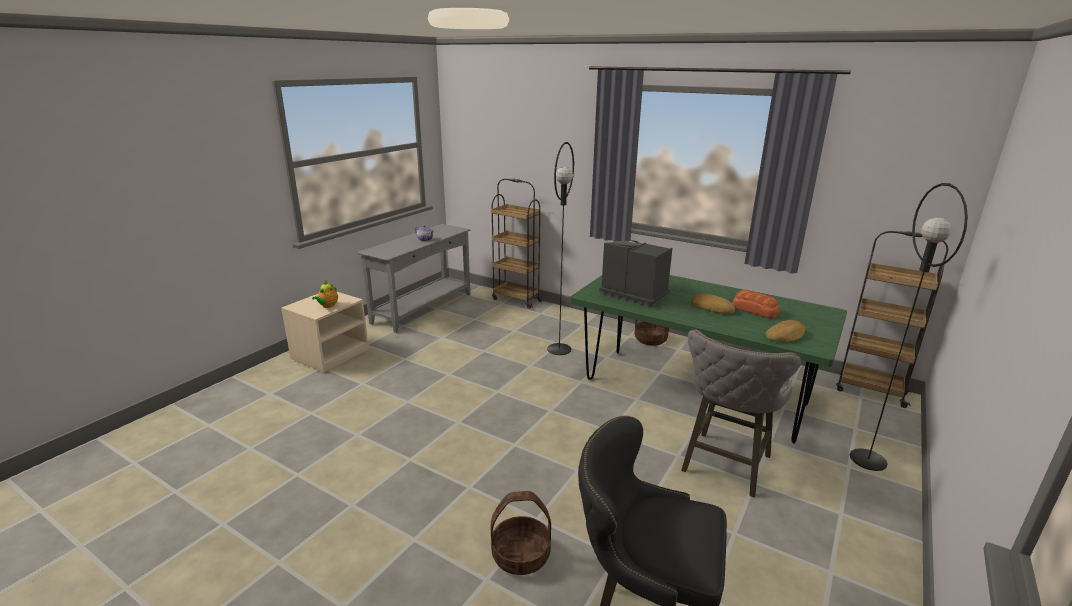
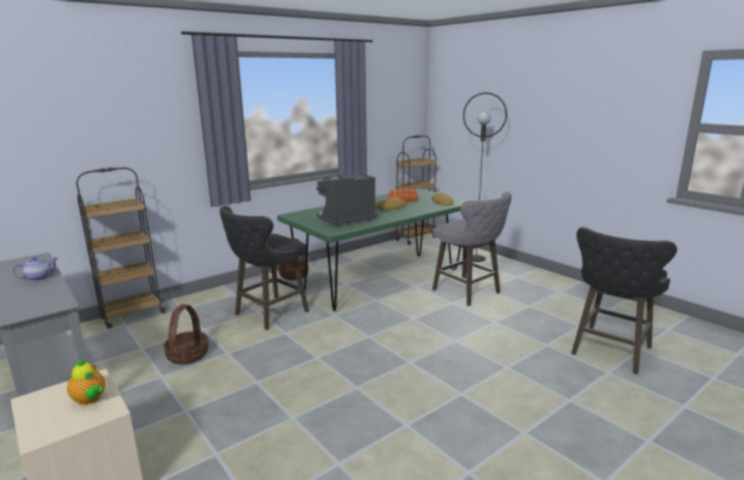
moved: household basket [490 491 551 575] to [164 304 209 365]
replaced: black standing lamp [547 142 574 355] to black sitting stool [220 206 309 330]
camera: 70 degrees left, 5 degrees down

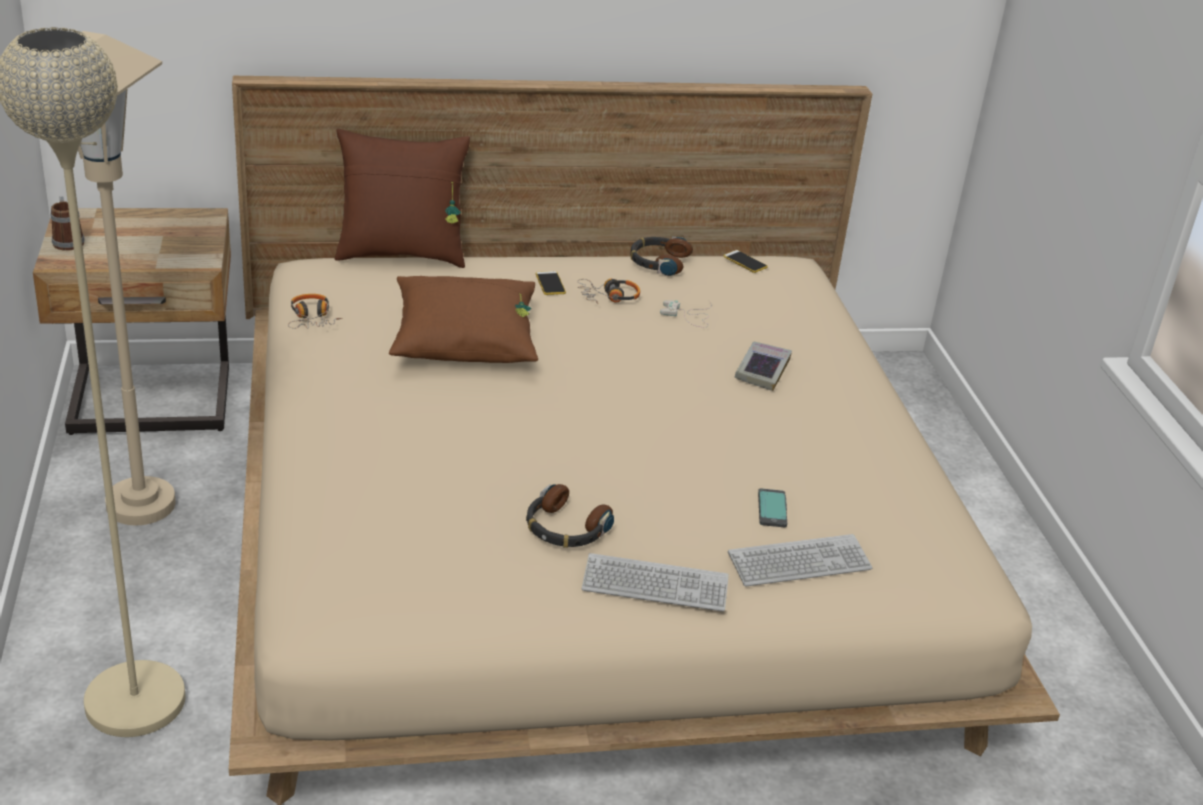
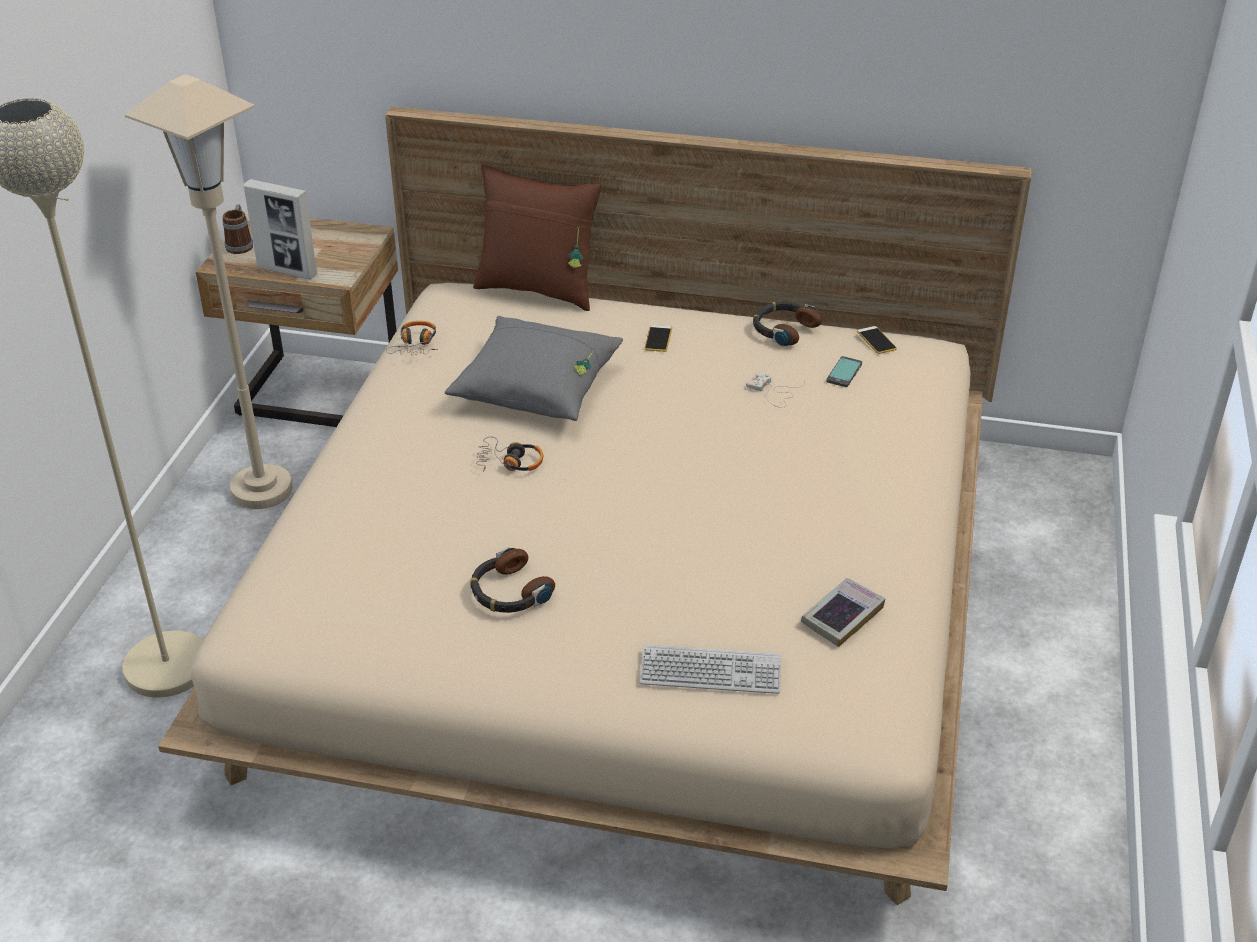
removed: keyboard [582 553 729 611]
added: picture frame [243 179 317 280]
moved: headset [577 279 640 304] to [476 437 543 471]; volume [735 342 792 391] to [801 578 885 647]; handset [758 488 787 528] to [826 356 862 387]
recoloured: brown-coloured cushion [389 276 538 363] to grey cushion [445 316 623 421]
camera: 25 degrees right, 5 degrees up

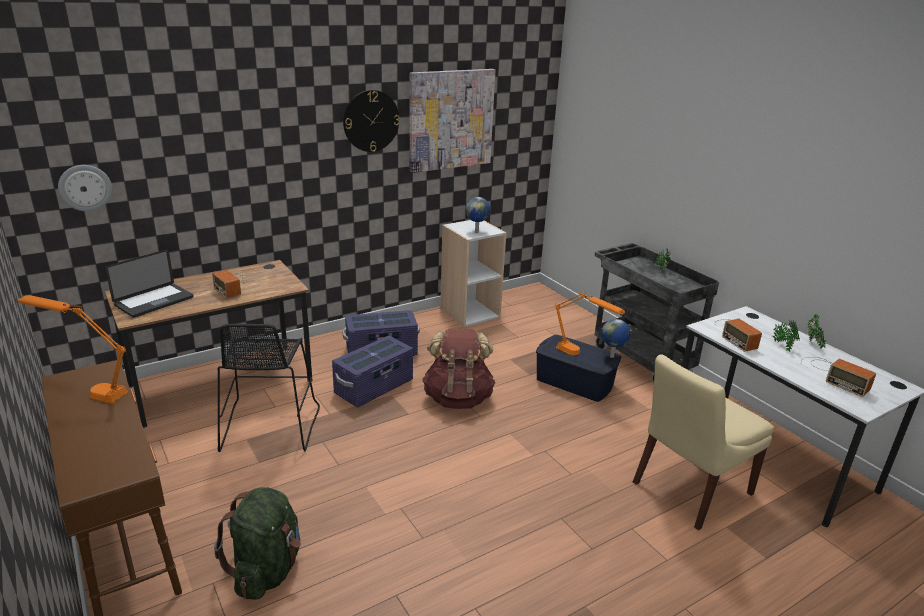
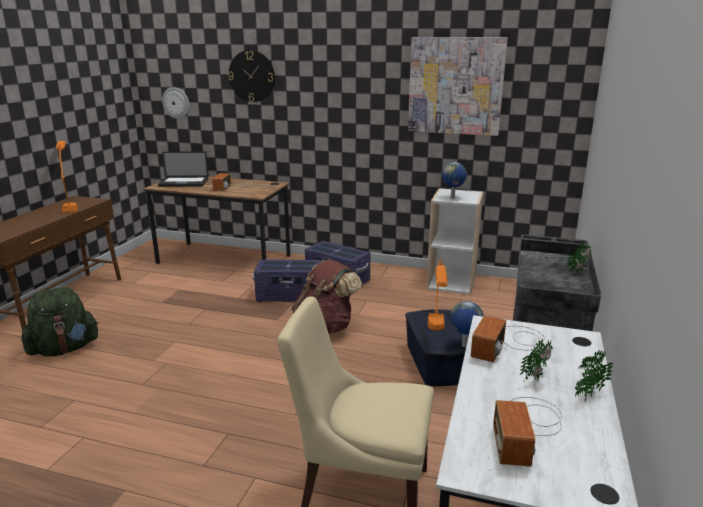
removed: black sitting stool [218 324 320 452]
moved: hanging clock [343 90 400 152] to [228 50 275 102]
camera: 50 degrees right, 5 degrees down

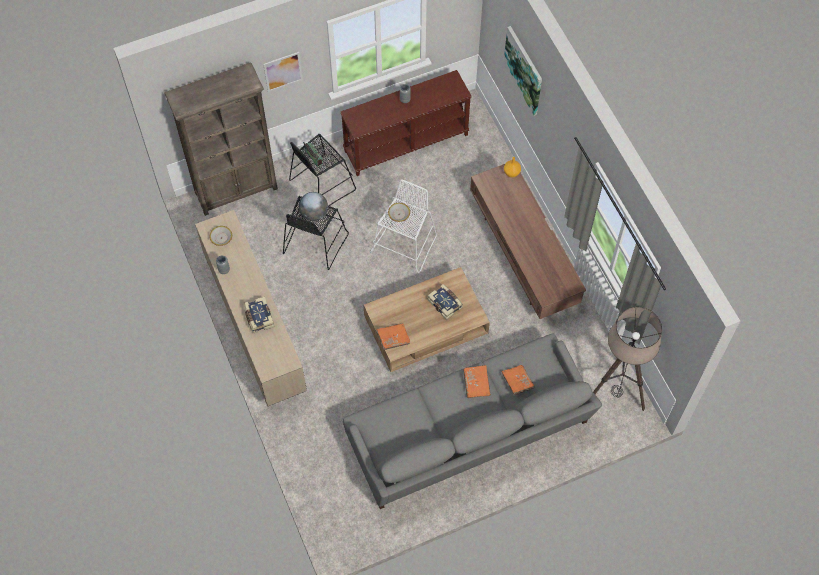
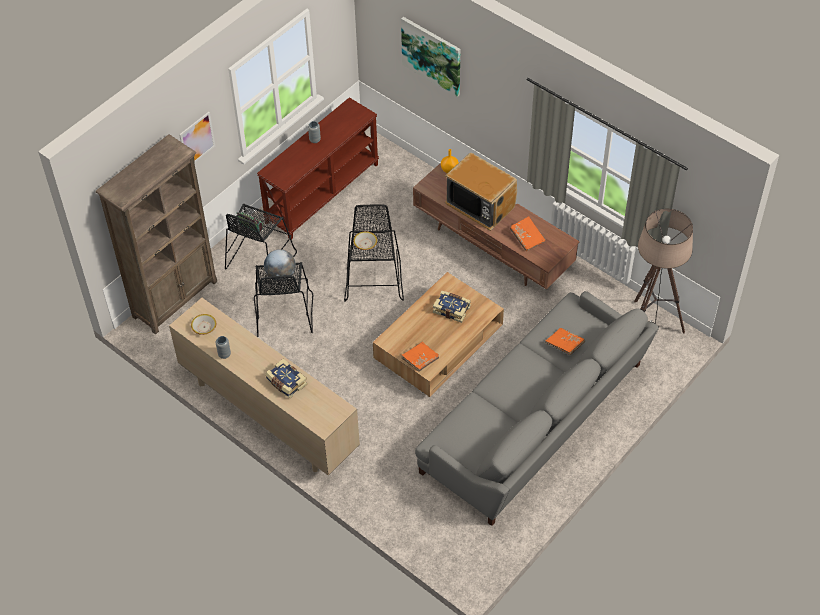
added: television [445 153 517 231]
moved: orangey volume [463 365 491 398] to [510 216 546 251]
recoloured: whitish sitting stool [370 179 437 273] to black sitting stool [344 204 404 302]
camera: 25 degrees left, 10 degrees down

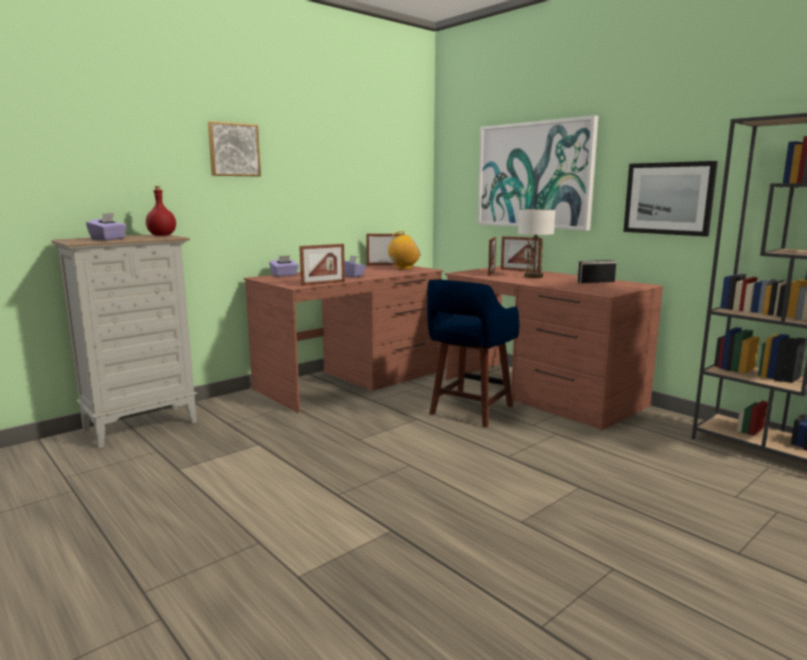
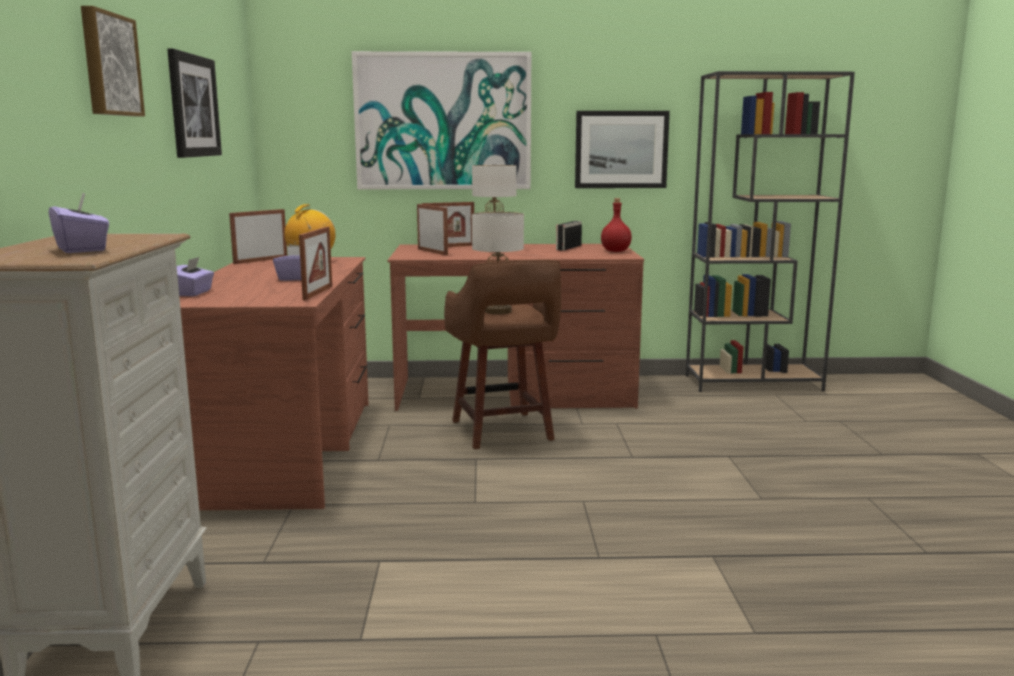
added: picture [167 48 222 158]; lamp for a table [472 212 524 315]
moved: reddish bottle [146 186 176 236] to [601 199 632 252]
recoloured: blue-coloured sitting stool [427 279 519 427] to brown-coloured sitting stool [444 260 561 449]
camera: 50 degrees left, 0 degrees up

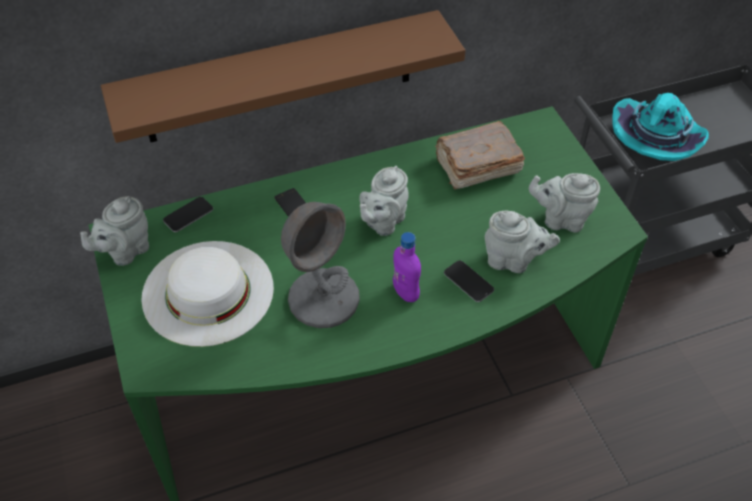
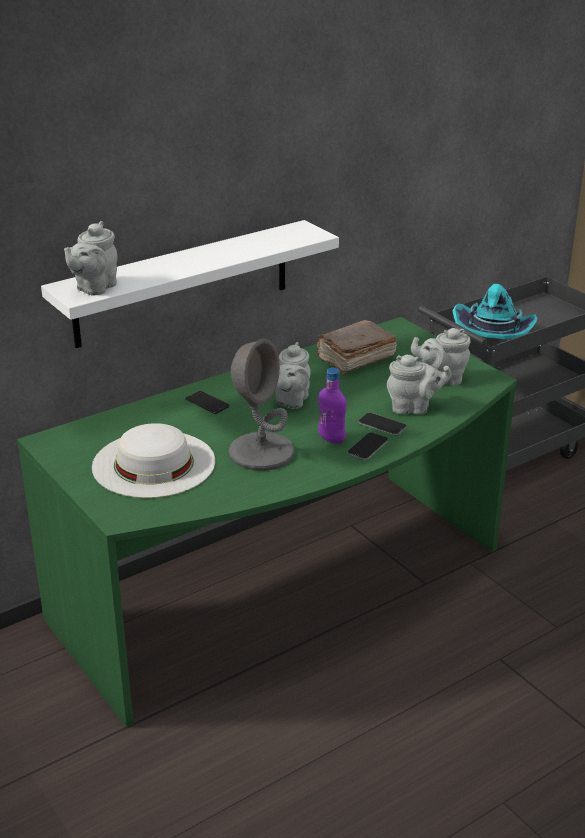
moved: grey pot for tea [80 196 149 266] to [64 221 117 295]; handset [163 197 213 232] to [347 433 388 460]
recoloured: brown-coloured bracket shelf [101 10 465 143] to whitish bracket shelf [41 220 339 348]
camera: 15 degrees left, 20 degrees down

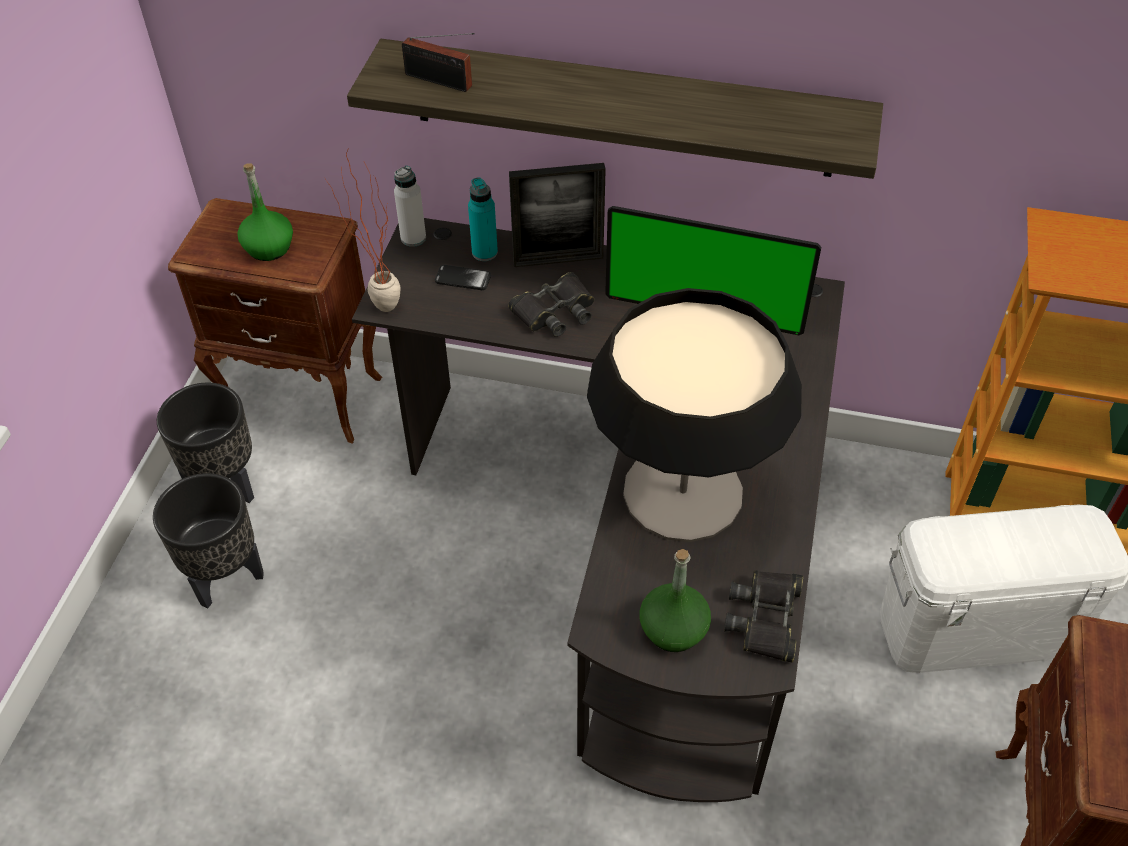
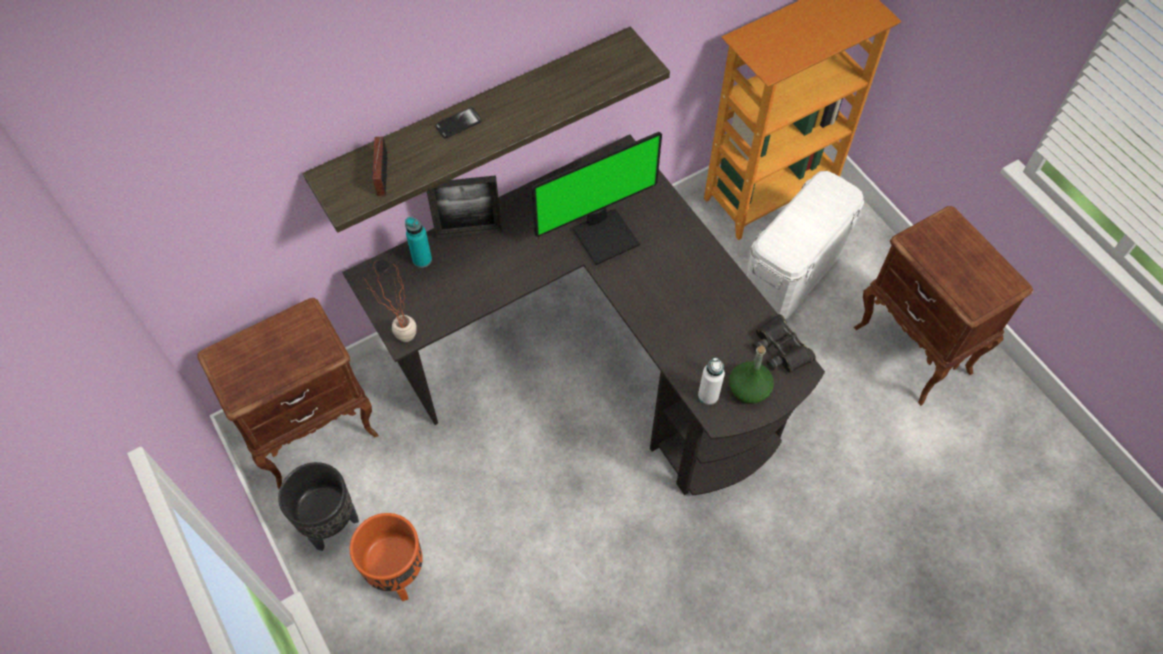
removed: green-coloured bottle [237 163 293 261]; black pair of binoculars [508 272 595 337]; lamp for a table [587 288 802 542]
moved: handset [435 265 491 290] to [436 107 482 138]; whitish bottle [394 166 426 247] to [698 358 725 405]
recoloured: black planter [153 473 264 608] to orangey planter [350 513 423 601]
turned: radio [402 33 475 92] = [372 136 388 196] 105 degrees clockwise; picture frame [509 163 606 267] = [427 175 502 239] 45 degrees clockwise
camera: 45 degrees left, 10 degrees up

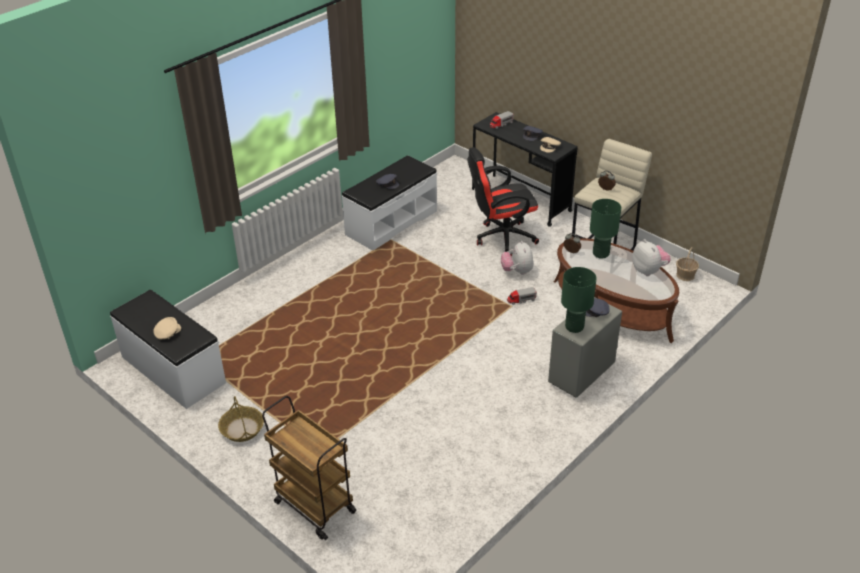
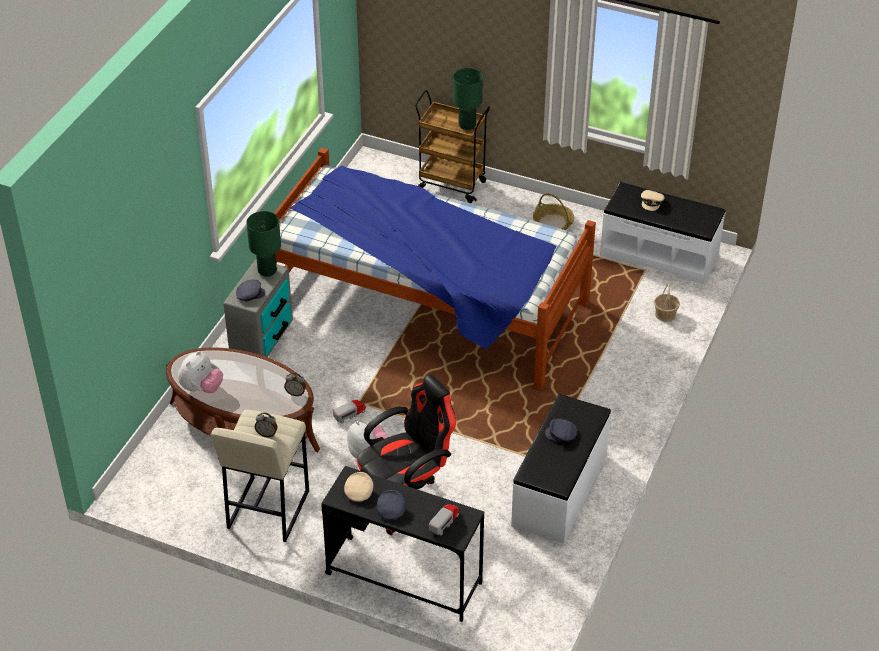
added: bed [274 148 596 390]
moved: green-coloured lamp for a table [590 199 621 259] to [453 68 483 130]; household basket [676 247 699 281] to [654 284 680 322]
turned: cuddly toy [632 239 671 276] = [179 351 223 393] 105 degrees counterclockwise
camera: 160 degrees right, 5 degrees up

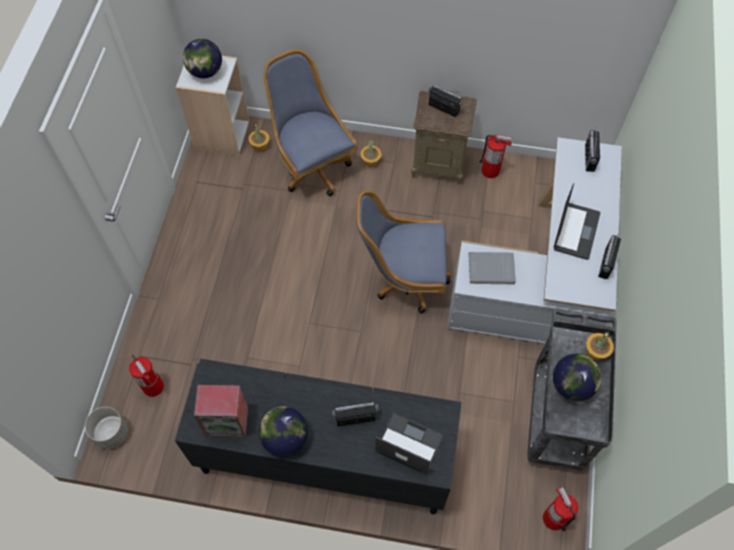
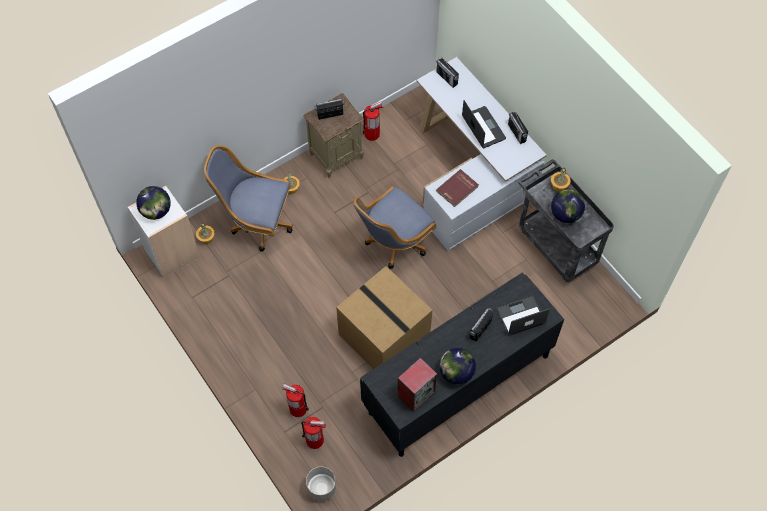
added: packing box [336 266 432 369]
moved: fire-fighting cylinder [543 487 578 531] to [282 384 309 417]
recoloured: grey volume [469 252 516 284] to reddish volume [436 169 479 207]
camera: 45 degrees left, 0 degrees up

